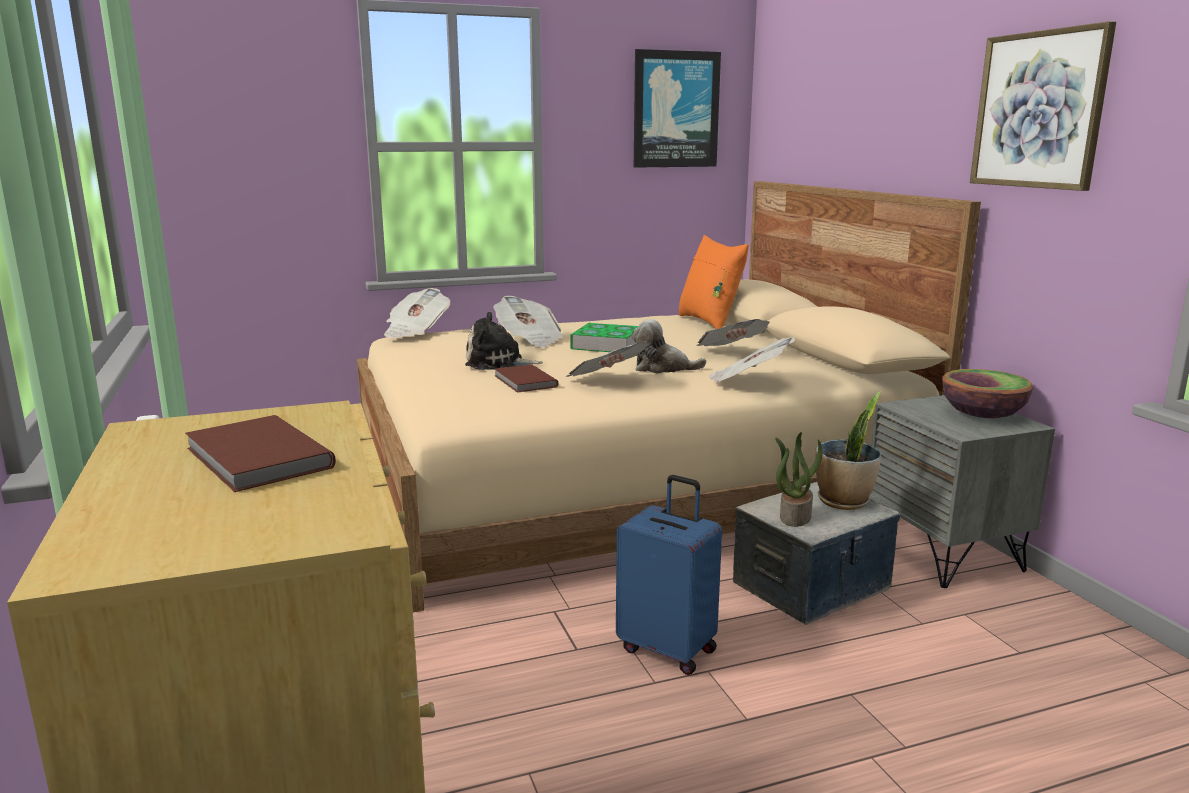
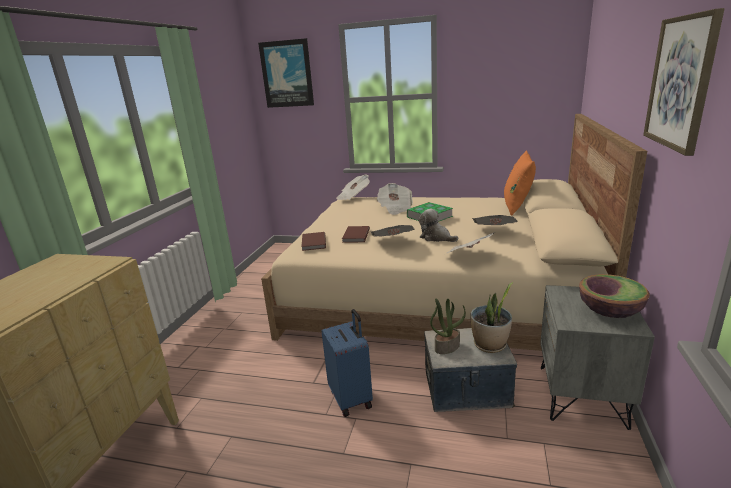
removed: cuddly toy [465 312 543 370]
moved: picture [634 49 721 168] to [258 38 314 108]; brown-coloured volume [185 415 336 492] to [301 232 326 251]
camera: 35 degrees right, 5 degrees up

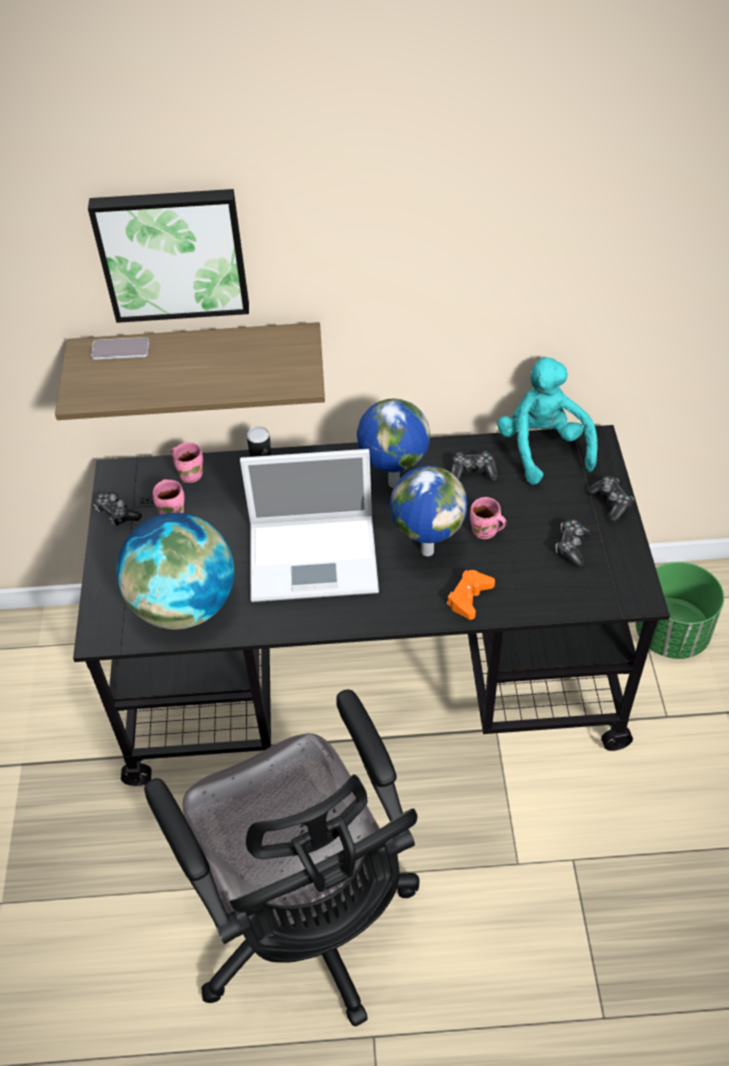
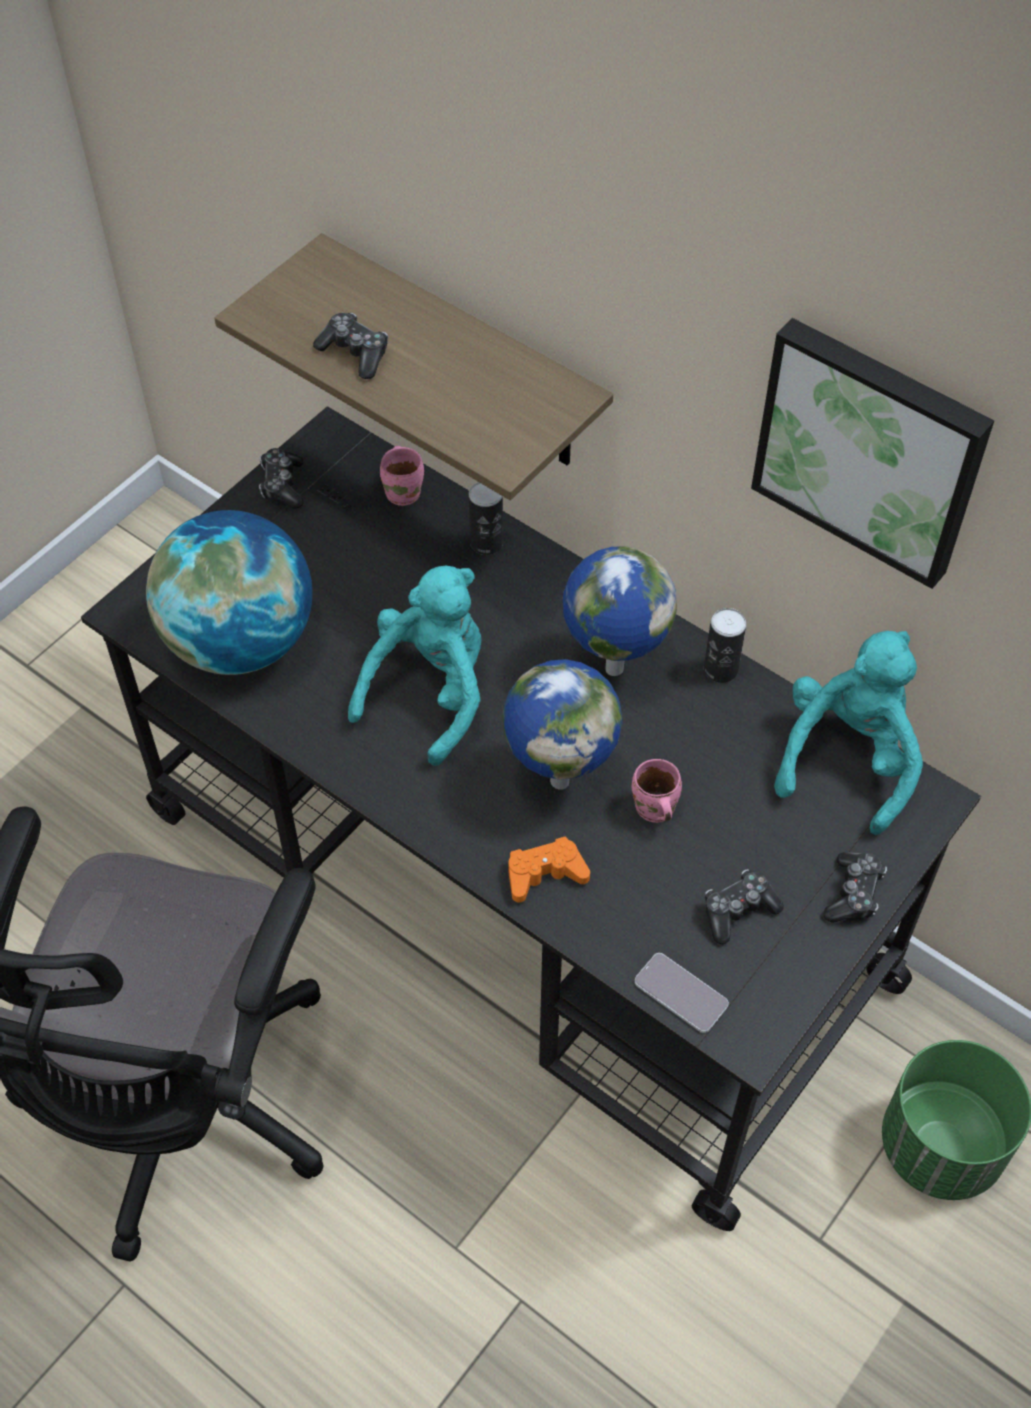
removed: pinkish tea mug [153 479 185 515]
added: can [704 608 747 683]
moved: gamepad [451 452 498 481] to [313 313 388 379]; handset [91 337 149 360] to [634 953 729 1033]; picture [88 189 249 323] to [751 318 994 589]
replaced: laptop [240 449 379 602] to turquoise cuddly toy [348 566 481 766]
camera: 40 degrees right, 5 degrees up

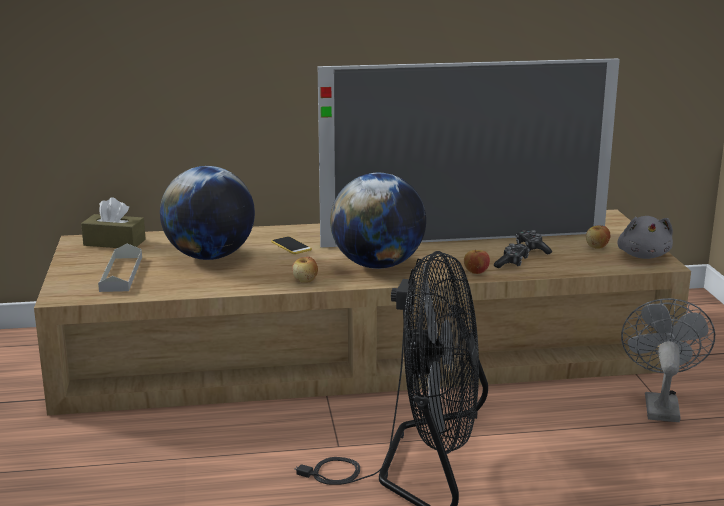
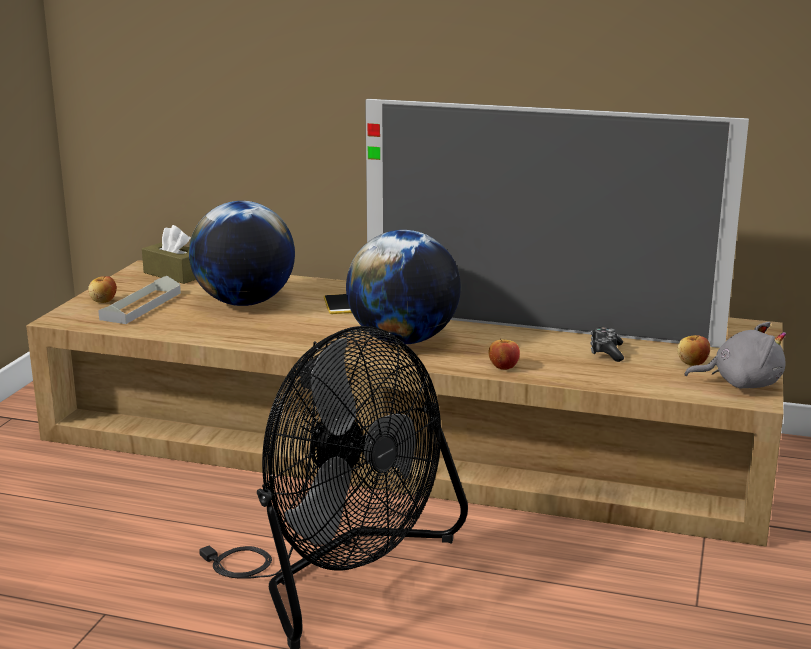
removed: gamepad [494 243 530 268]; grey cooling fan [621 298 715 422]
moved: apple [292 256 318 283] to [88 276 117 303]
turned: grey cuddly toy [617 216 673 259] = [685 322 786 388] 105 degrees counterclockwise
camera: 25 degrees right, 0 degrees up

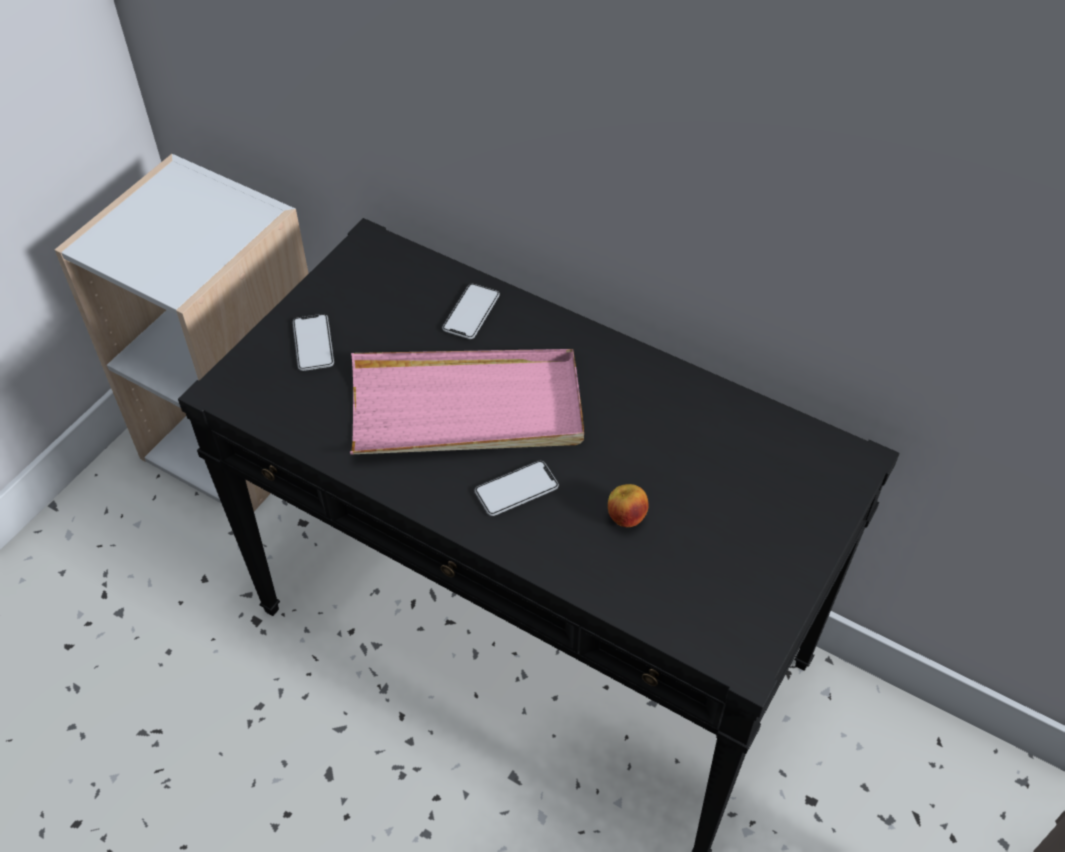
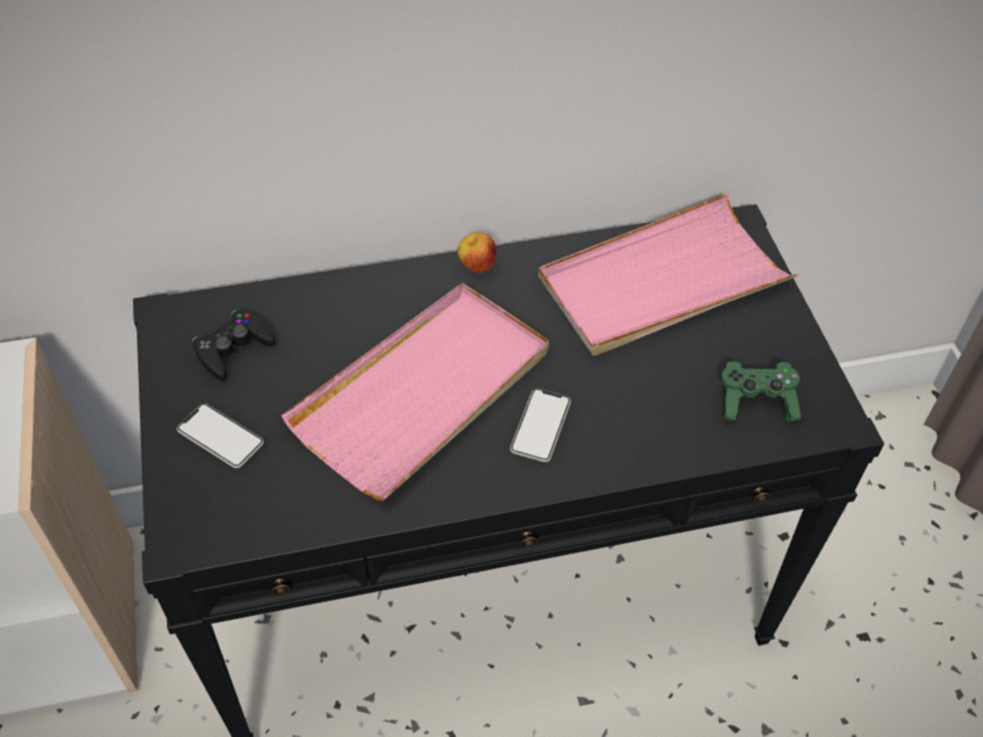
removed: handset [442 284 500 339]
added: black gamepad [192 310 276 381]; pinkish tray [538 193 799 356]; green-coloured gamepad [721 361 801 421]
moved: apple [608 484 649 527] to [457 232 497 273]
camera: 45 degrees left, 0 degrees up

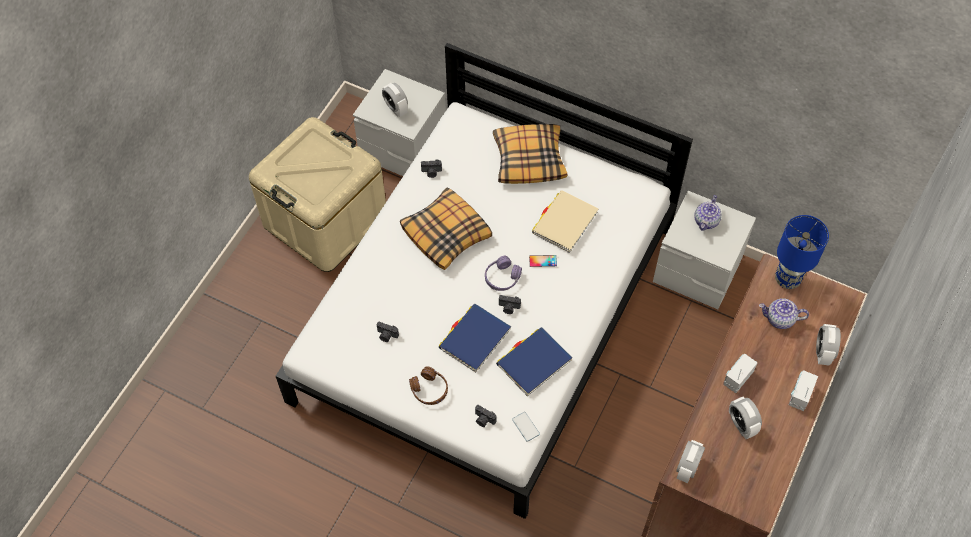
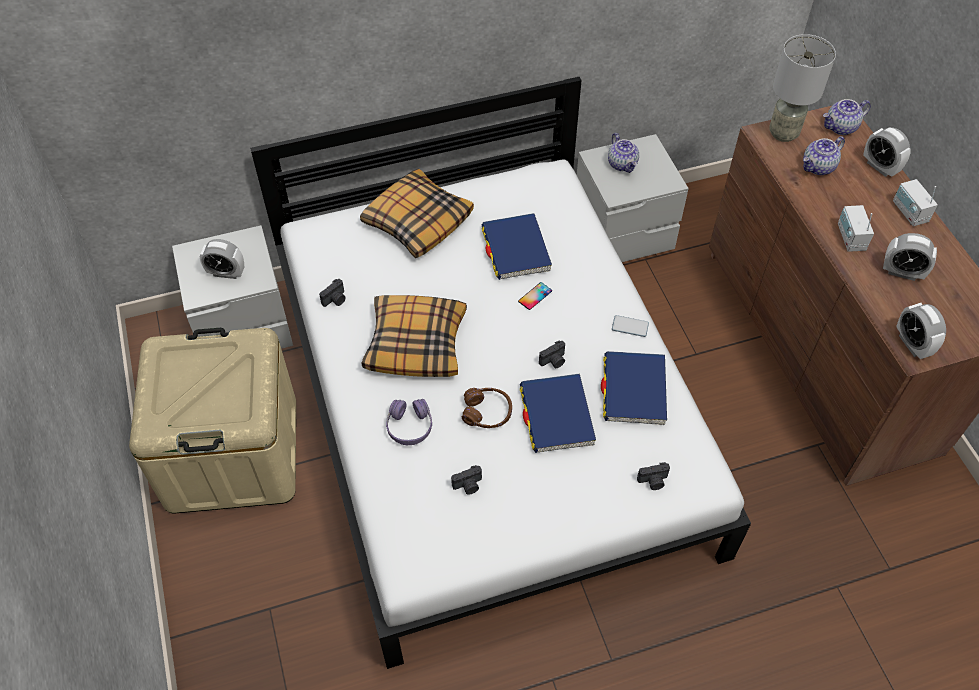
added: pot for tea [823 99 871 135]
moved: purple-coloured headset [485 256 522 291] to [386 399 432 445]; brown-coloured headset [409 366 448 405] to [462 388 512 428]; handset [512 412 540 442] to [612 315 649 337]
recoloured: sand-coloured volume [532 190 598 253] to blue-coloured volume [482 213 552 280]; blue-coloured lamp for a table [775 215 829 289] to grey lamp for a table [769 34 836 142]
camera: 45 degrees left, 5 degrees down

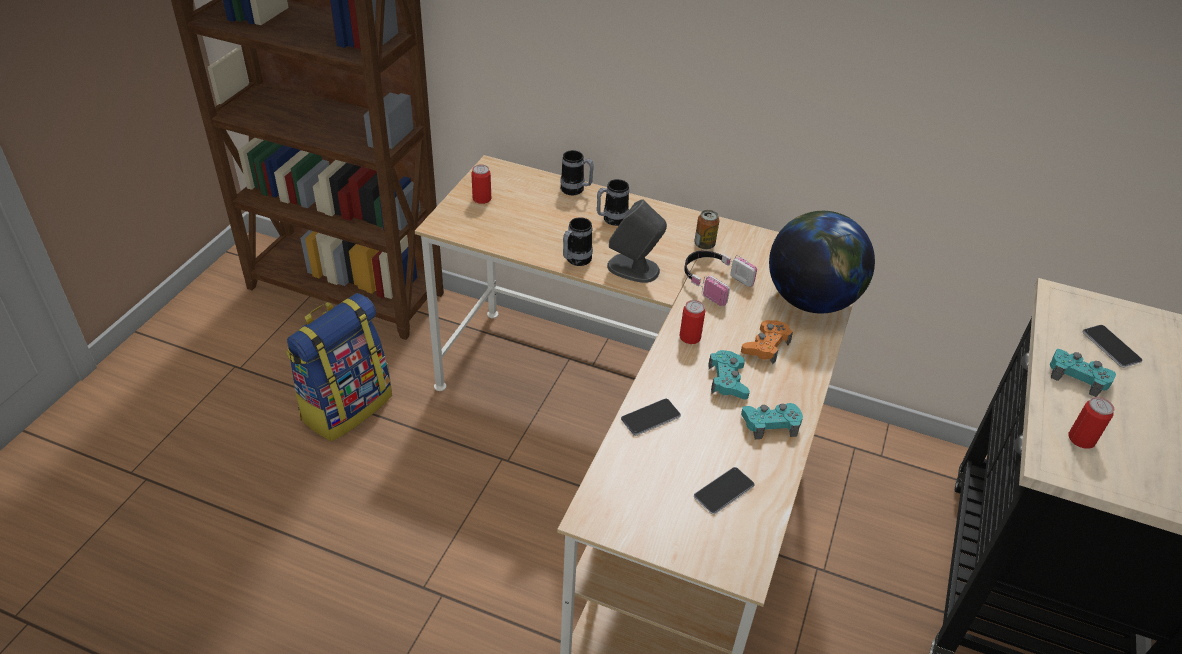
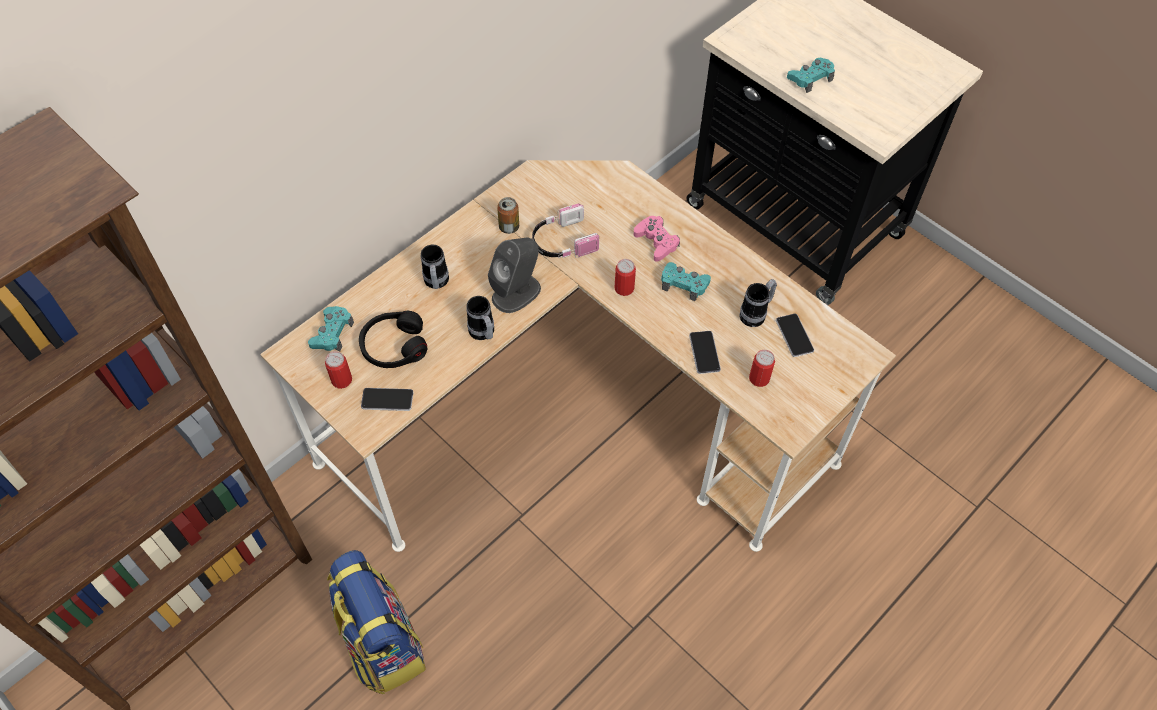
removed: globe [769 211 875 314]
added: black headset [359 311 427 368]
moved: turquoise gamepad [741 403 803 439] to [308 306 354 352]; handset [1082 325 1142 368] to [361 388 414 411]; tea mug [560 150 594 195] to [740 279 777 327]; can [1068 397 1114 449] to [749 350 775 387]
recoloured: orangey gamepad [741 320 793 364] to pinkish gamepad [634 216 680 262]
camera: 65 degrees left, 15 degrees up

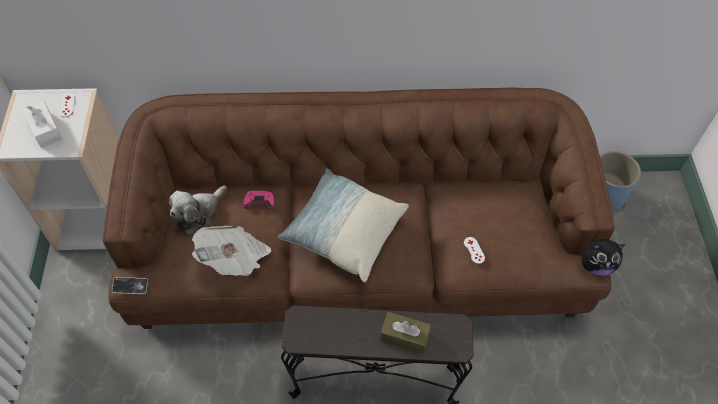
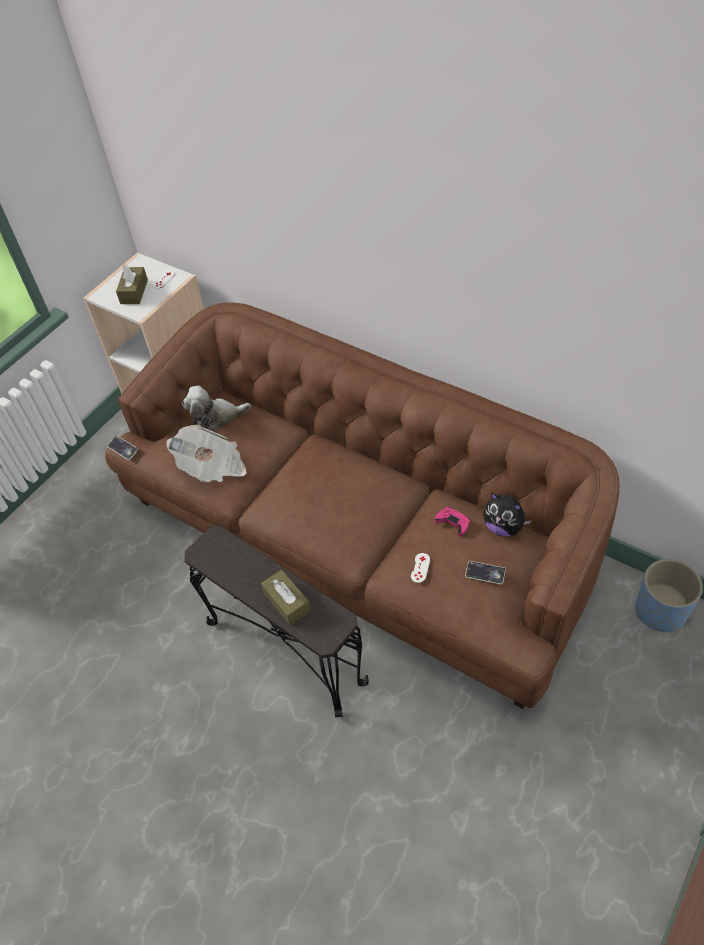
removed: cushion [278 168 409 283]
added: handset [465 561 506 584]
moved: pinkish gamepad [244 190 274 210] to [434 507 470 536]; cuddly toy [581 239 626 276] to [483 492 532 537]
recoloured: whitish tissue box [23 101 63 148] to brown-coloured tissue box [116 265 148 304]
camera: 40 degrees right, 5 degrees down

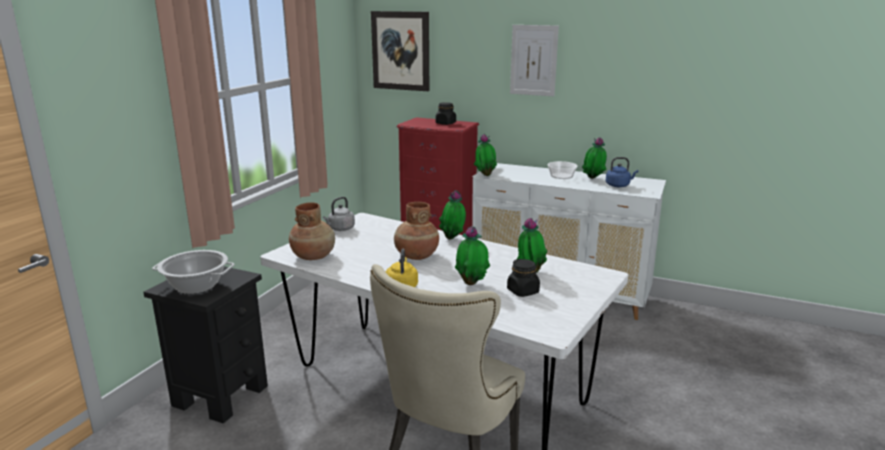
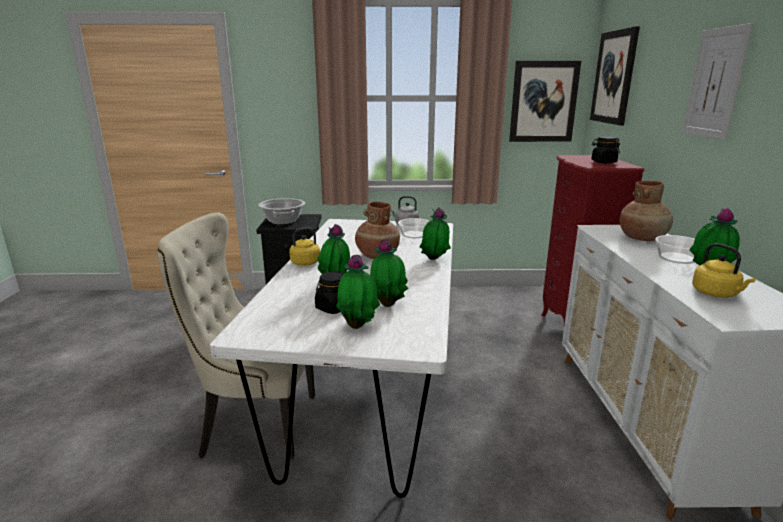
added: deep dish [398 218 429 238]; picture [509 61 581 142]
moved: houseplant [474 134 497 176] to [336 254 380 329]; brown-coloured vase [289 202 335 260] to [620 181 673 241]
recoloured: blue-coloured tea kettle [606 157 638 187] to yellow tea kettle [692 243 756 298]
camera: 65 degrees right, 0 degrees up

